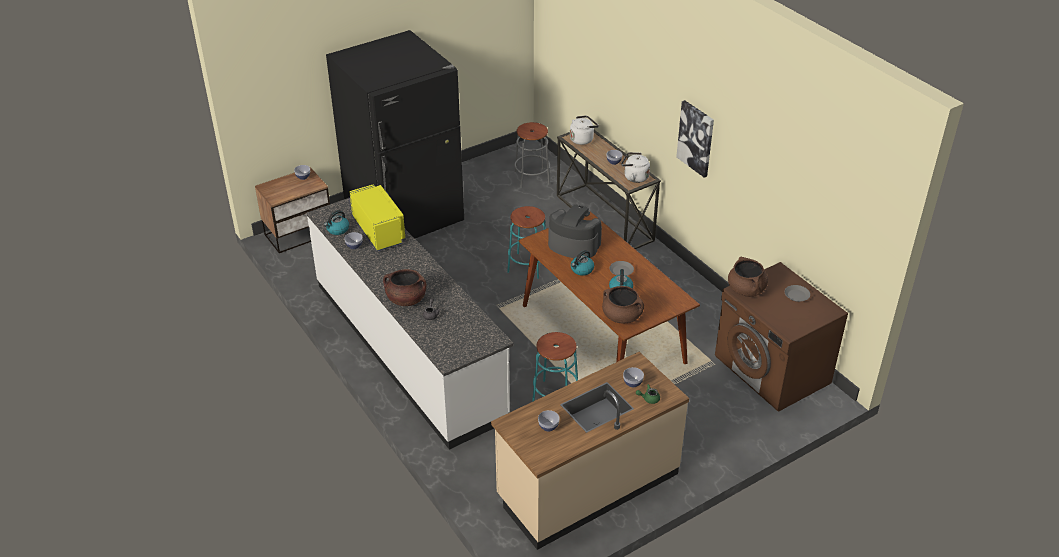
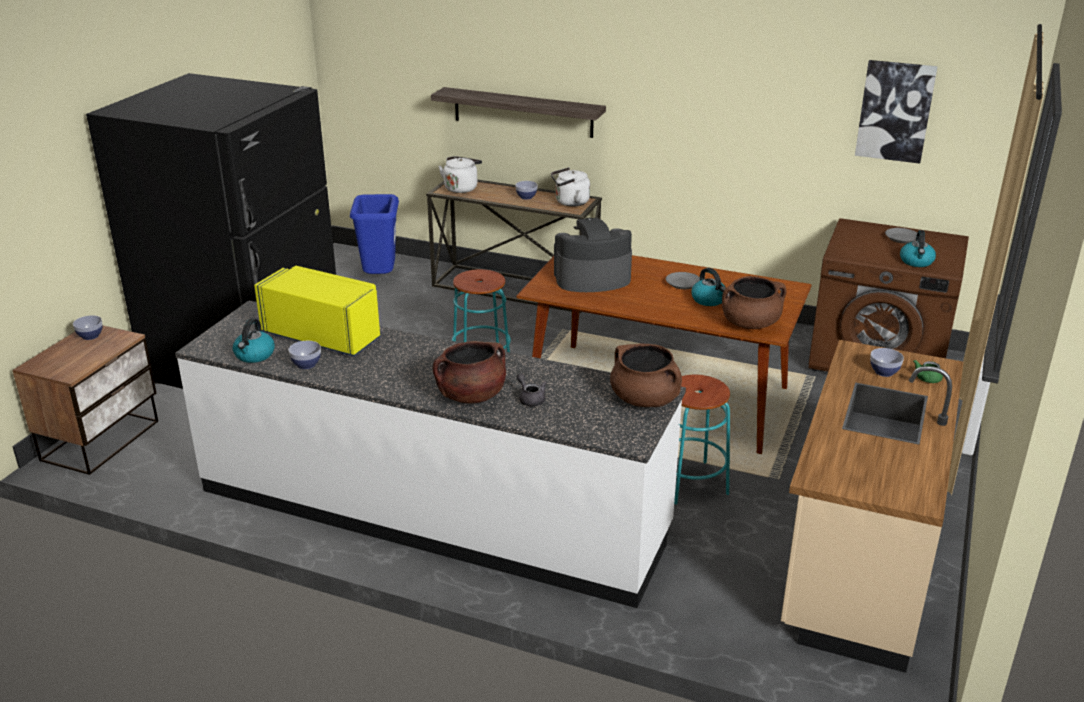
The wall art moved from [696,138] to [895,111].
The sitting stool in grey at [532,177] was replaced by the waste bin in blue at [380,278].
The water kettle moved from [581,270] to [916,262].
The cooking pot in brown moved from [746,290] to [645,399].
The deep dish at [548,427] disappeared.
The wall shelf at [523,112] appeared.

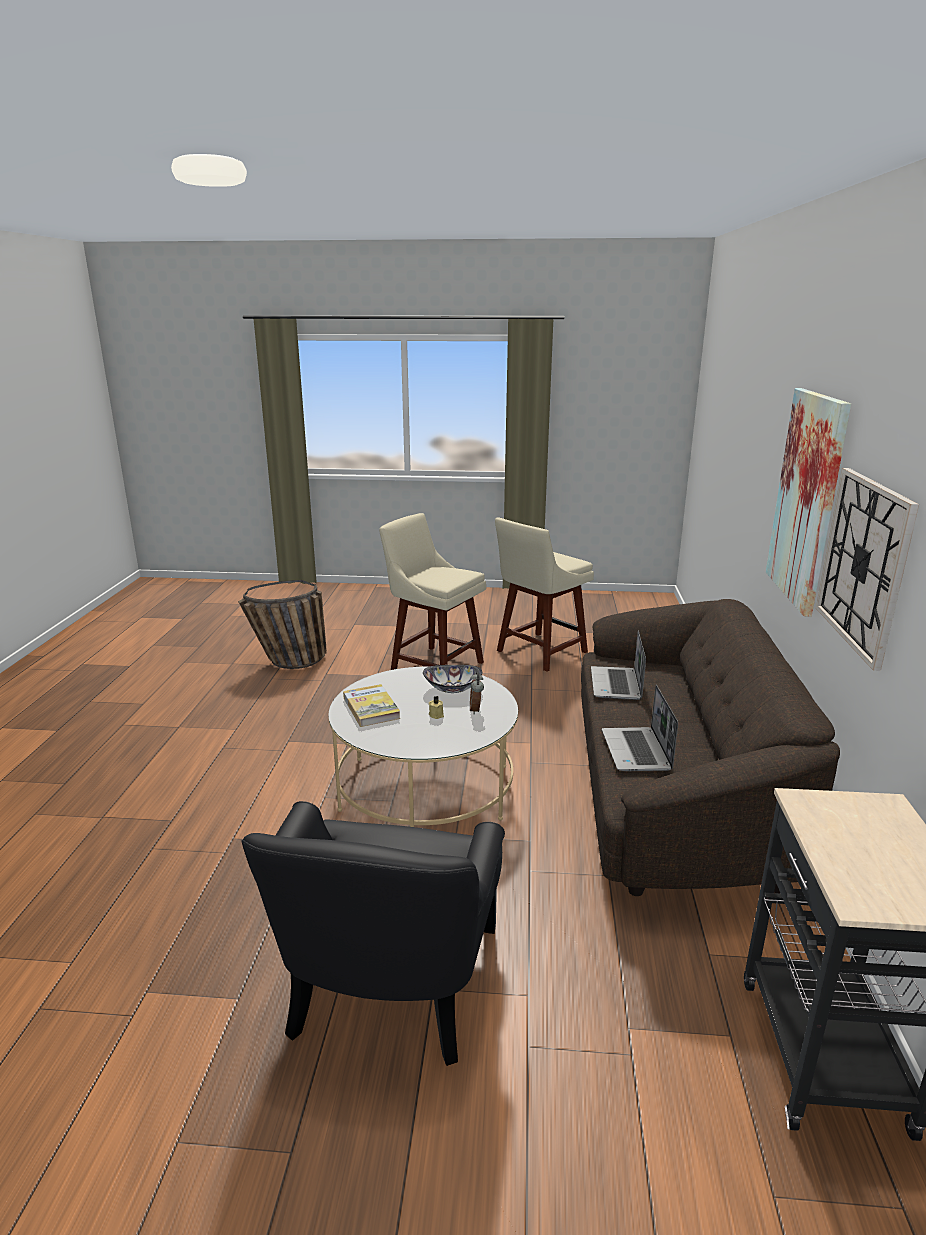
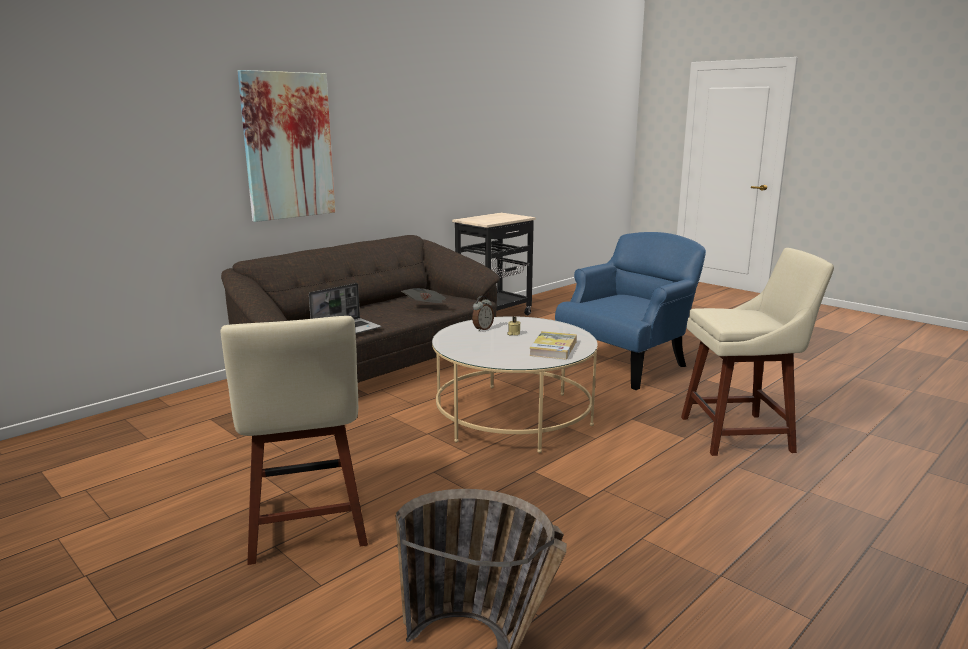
The wall clock at [864,563] disappeared.
The sitting stool in sand-coloured moved from [538,652] to [741,434].
The deep dish at [452,688] disappeared.
The laptop at [637,751] was replaced by the printed paper at [426,308].
The armchair in black at [390,981] became the armchair in blue at [627,364].

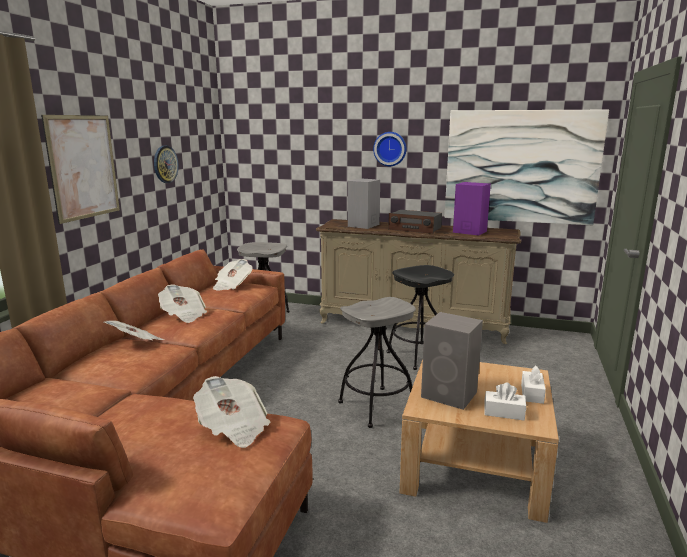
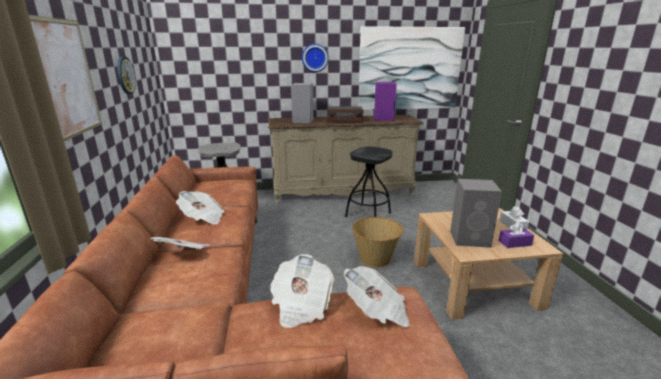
The printed paper moved from [232,285] to [301,305].
The sitting stool in grey at [376,406] was replaced by the storage basket at [375,259].
The tissue box in white-coloured at [504,412] became the tissue box in purple at [514,243].

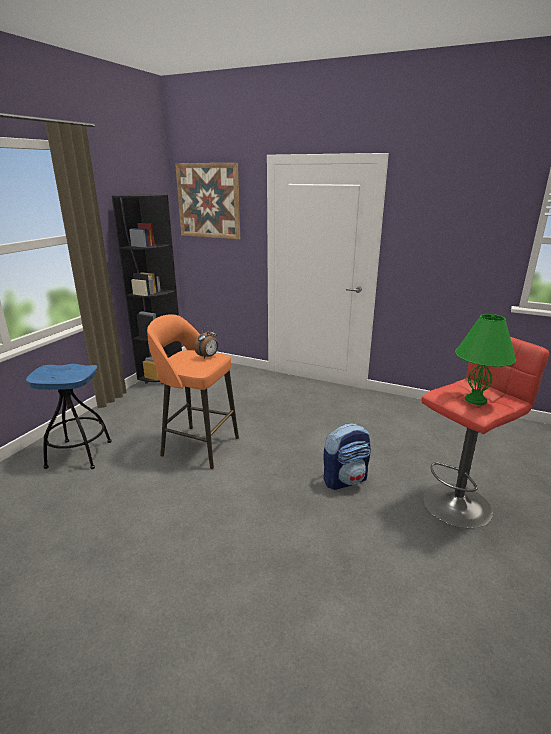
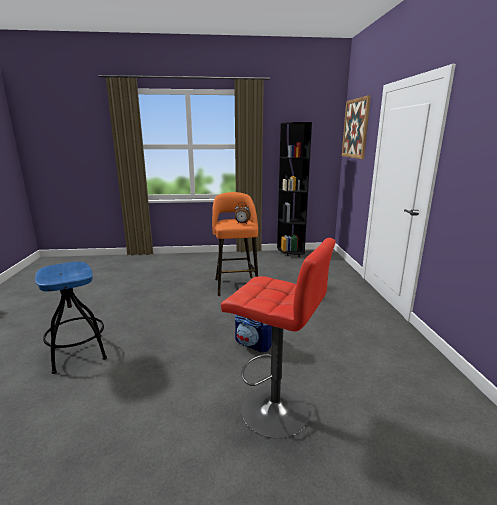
The table lamp in greenish at [476,400] disappeared.
The sitting stool in blue moved from [79,454] to [78,353].

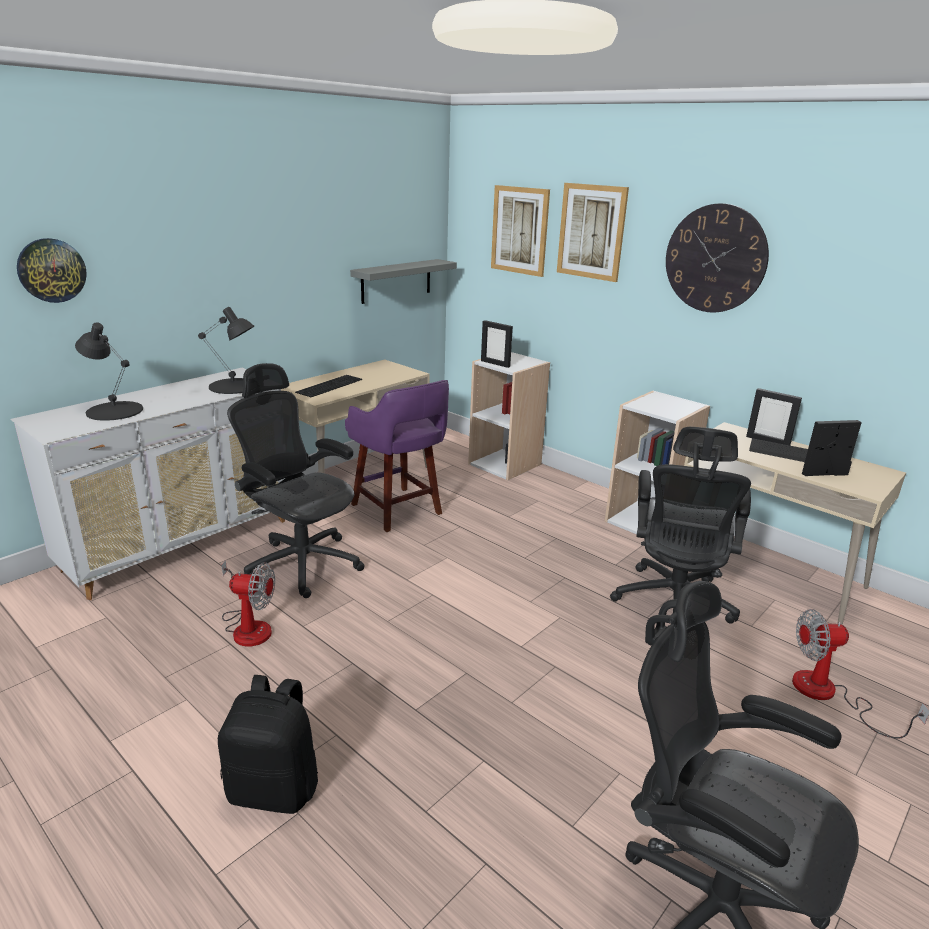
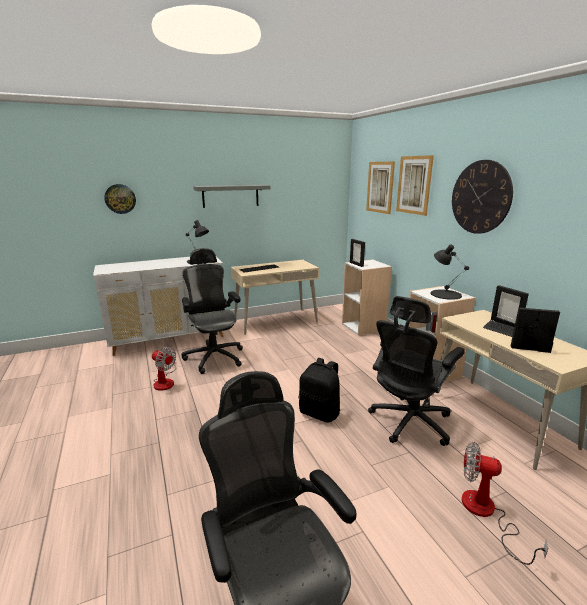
The wall shelf in grey moved from [396,281] to [230,196].
The table lamp in black moved from [114,410] to [445,294].
The sitting stool in purple at [398,511] disappeared.
The rucksack in black moved from [275,789] to [320,413].

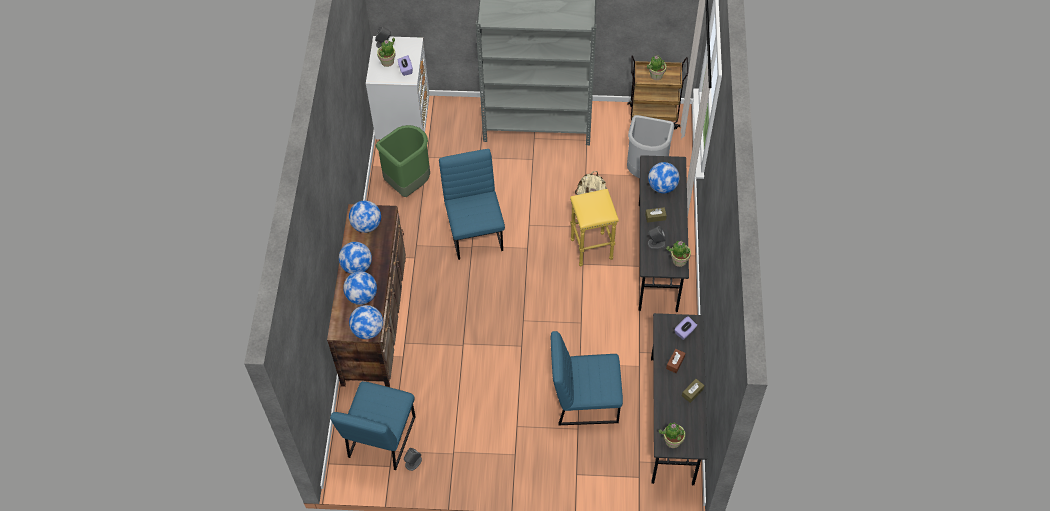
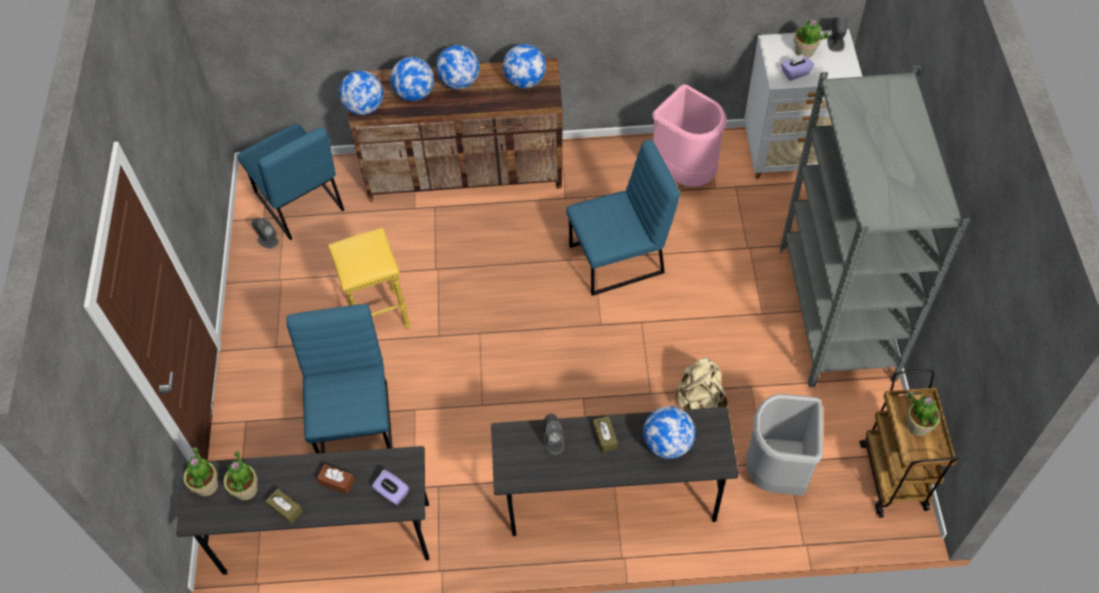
The waste bin in greenish at [408,184] became the waste bin in pink-coloured at [684,173].
The sitting stool in yellow-coloured moved from [590,248] to [380,315].
The potted plant moved from [679,260] to [246,489].
The chair in blue at [380,438] turned 135 degrees counterclockwise.

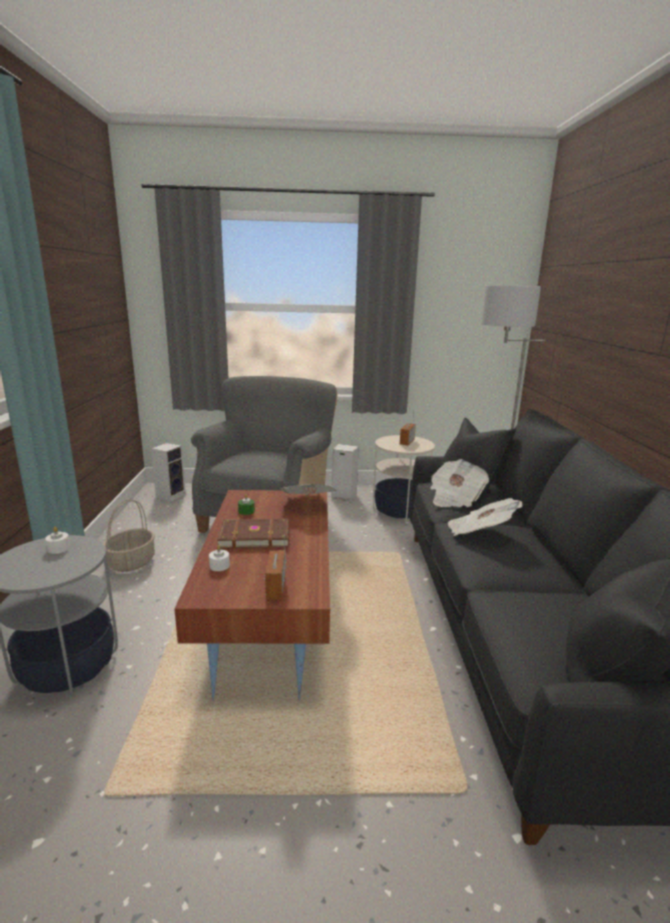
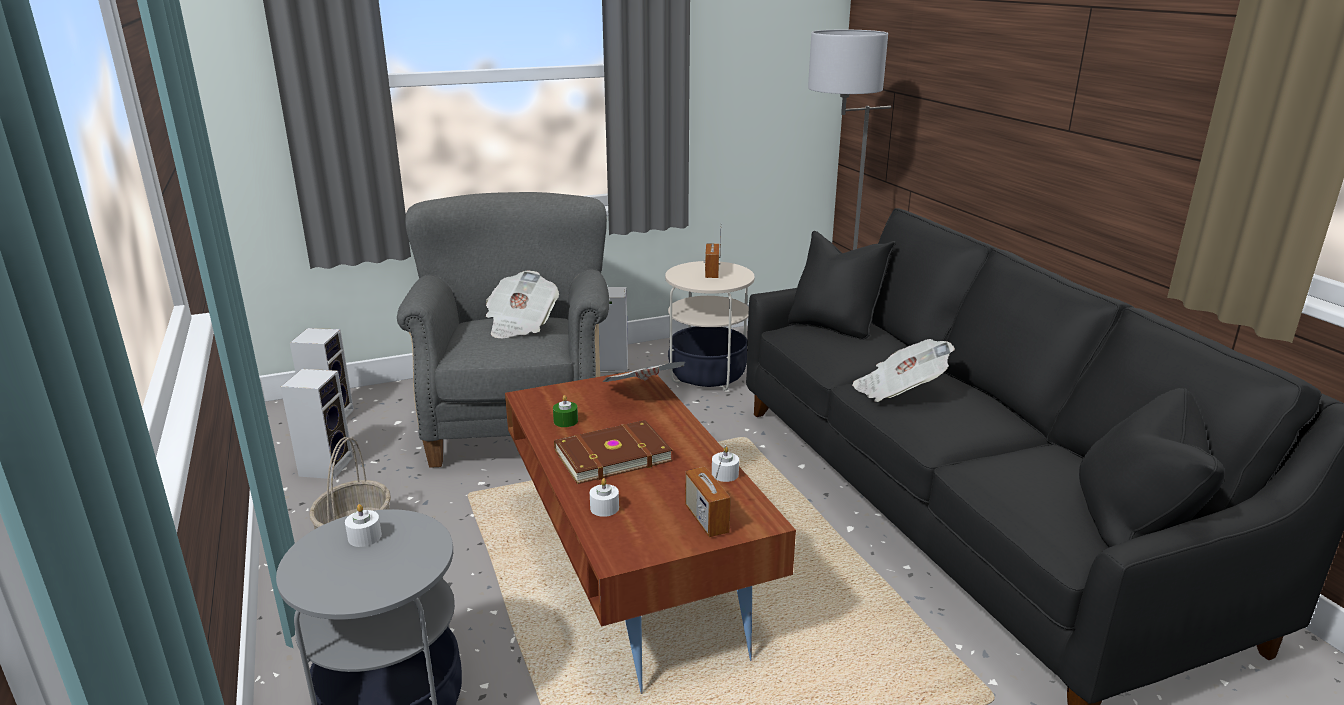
The printed paper moved from [455,498] to [520,324].
The audio speaker at [326,465] appeared.
The wax light in white-coloured at [725,474] appeared.

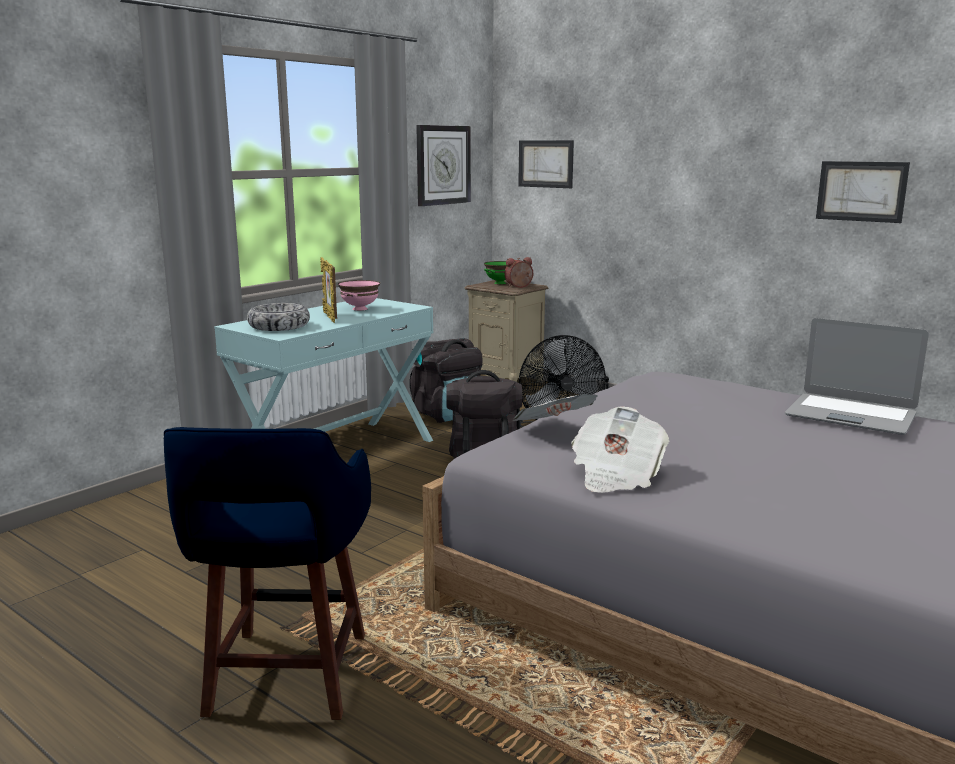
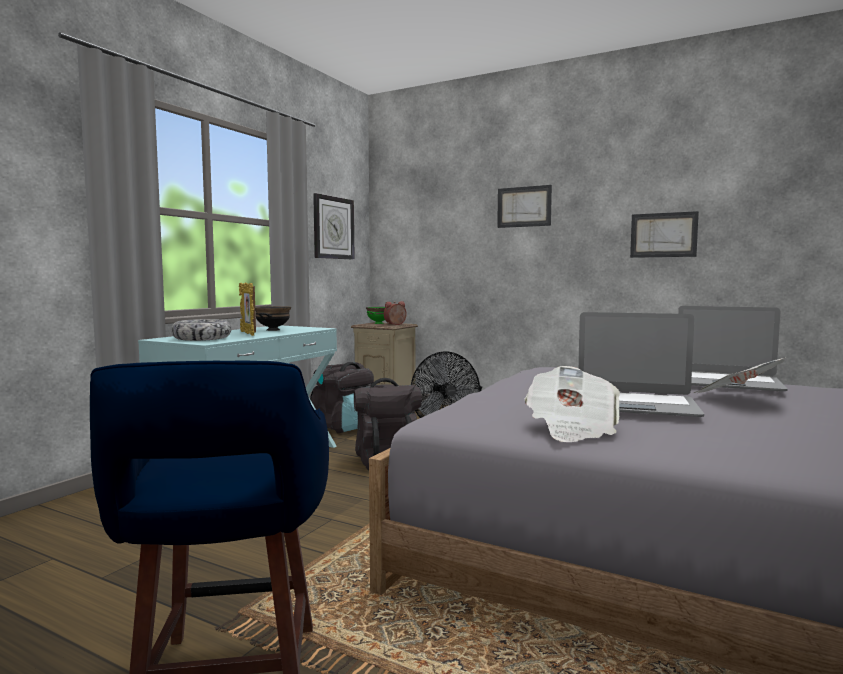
The wall art moved from [546,164] to [524,207].
The deep dish in pink-coloured at [359,309] became the deep dish in black at [272,330].
The printed paper moved from [553,430] to [736,399].
The laptop at [634,406] appeared.

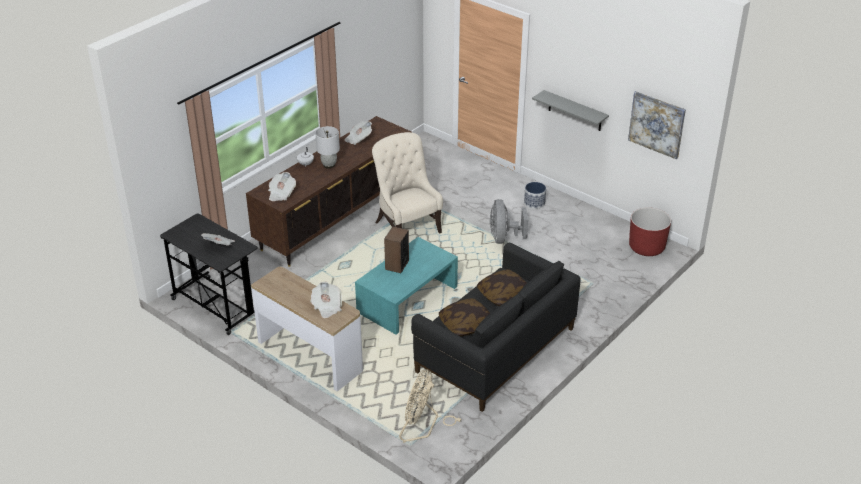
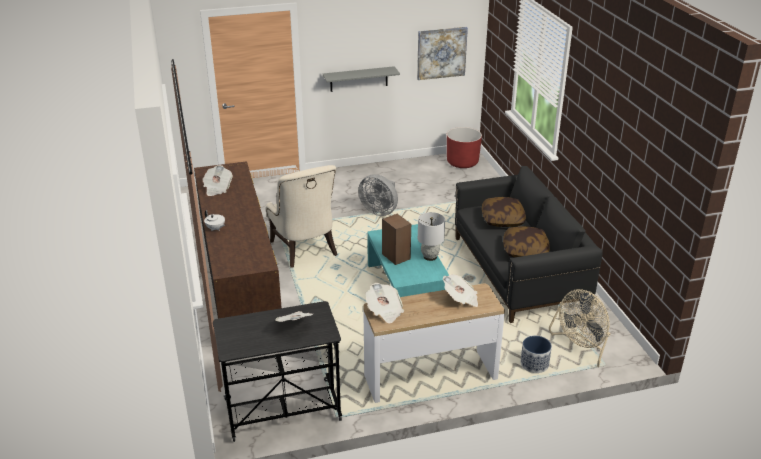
The table lamp in white-coloured moved from [329,165] to [430,257].
The armchair in sand-coloured at [406,227] turned 120 degrees counterclockwise.
The printed paper moved from [281,194] to [384,311].
The plant pot moved from [534,203] to [534,364].

